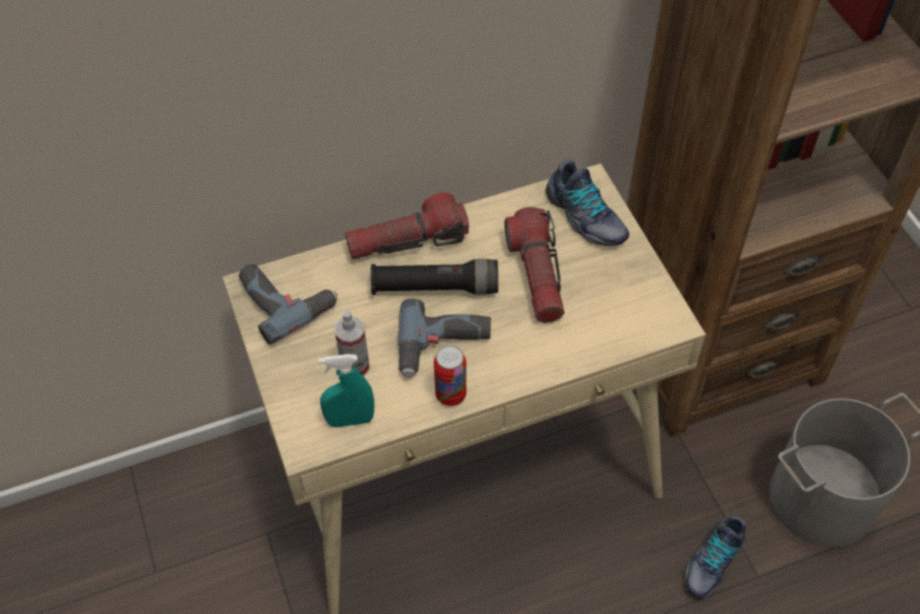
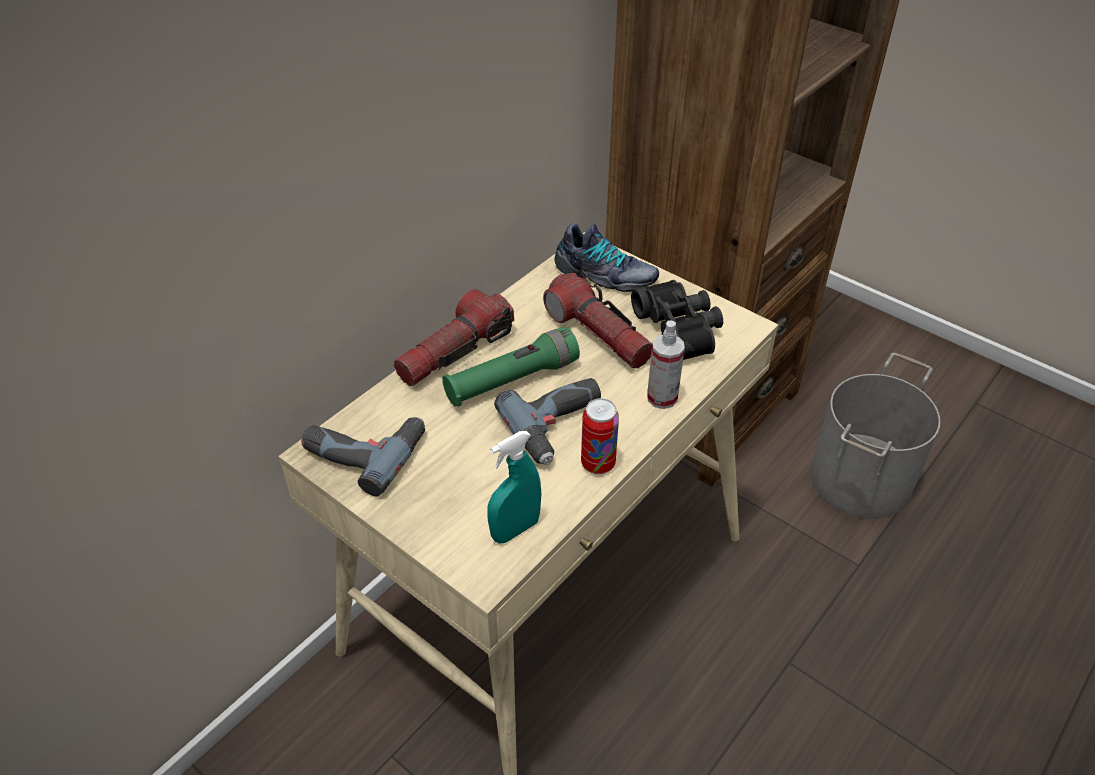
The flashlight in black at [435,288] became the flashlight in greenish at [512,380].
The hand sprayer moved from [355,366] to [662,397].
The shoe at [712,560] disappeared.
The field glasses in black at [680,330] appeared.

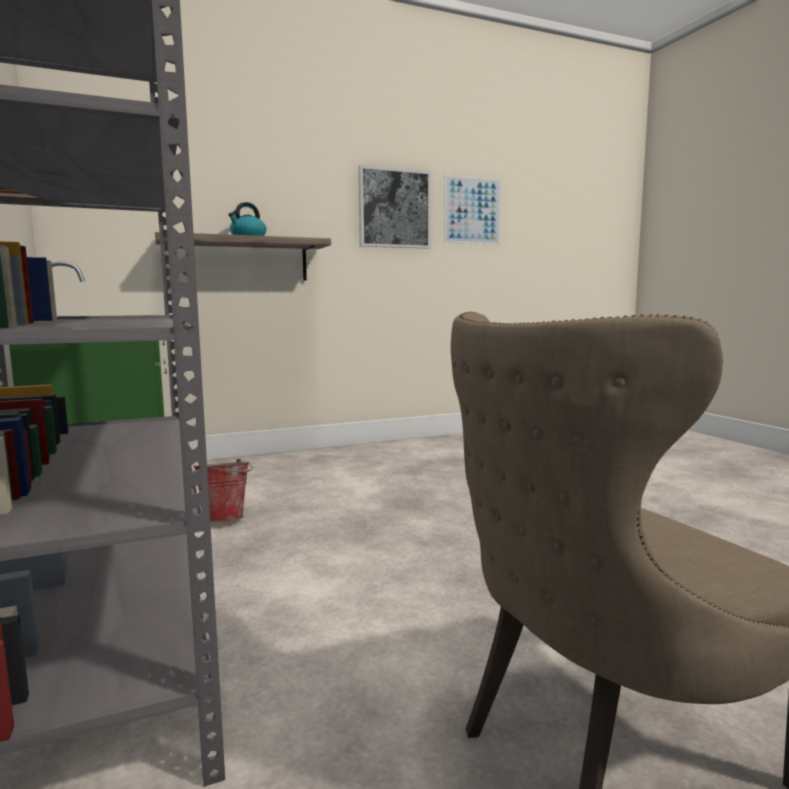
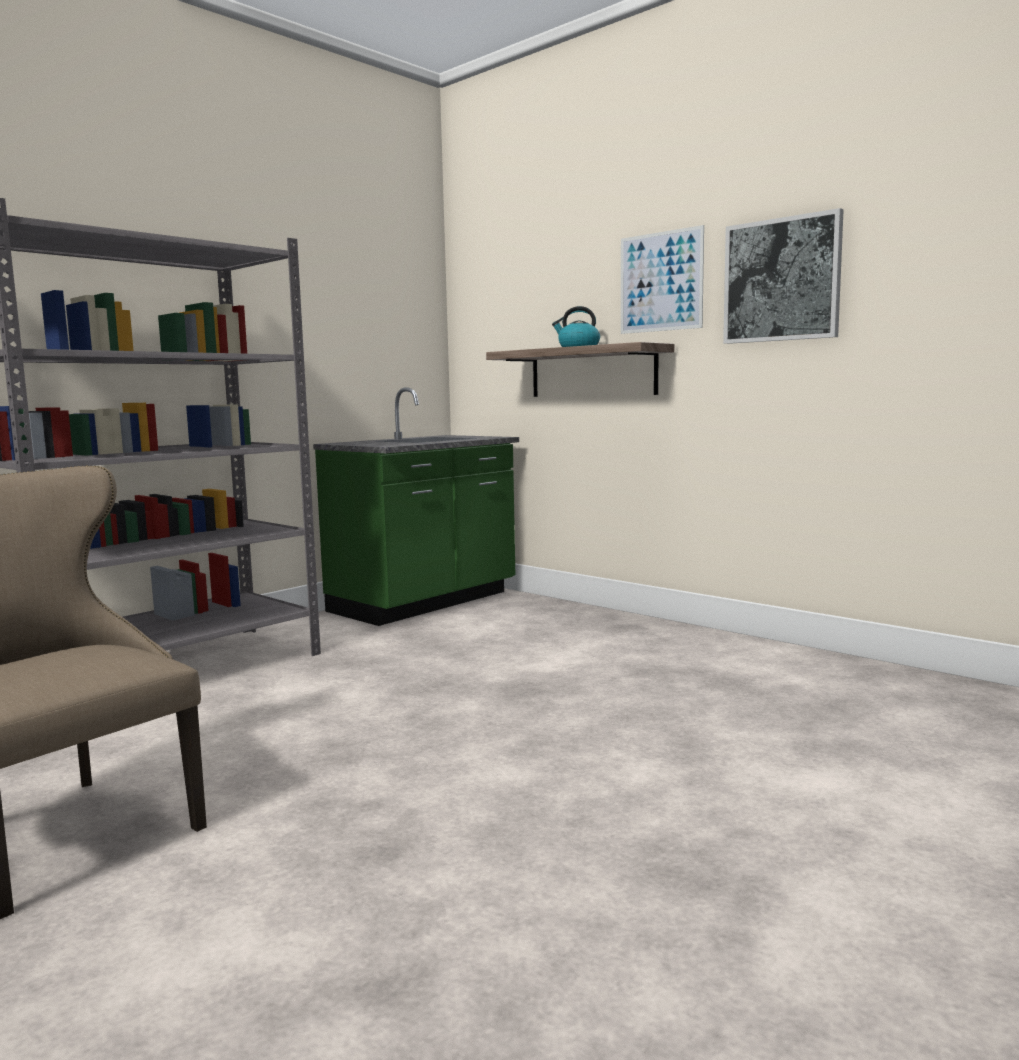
The wall art moved from [472,210] to [660,282].
The water bucket at [226,518] disappeared.

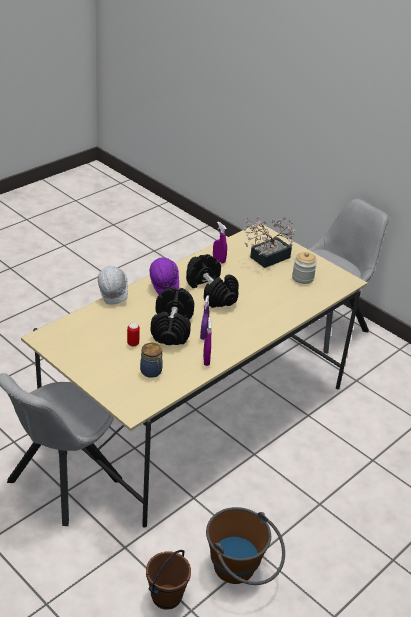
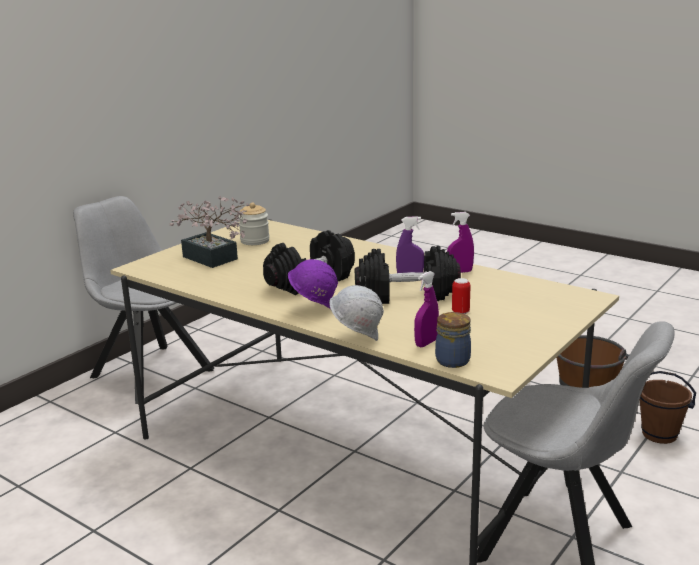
The hand sprayer in purple moved from [219,260] to [426,343].
The jar moved from [151,372] to [453,360].

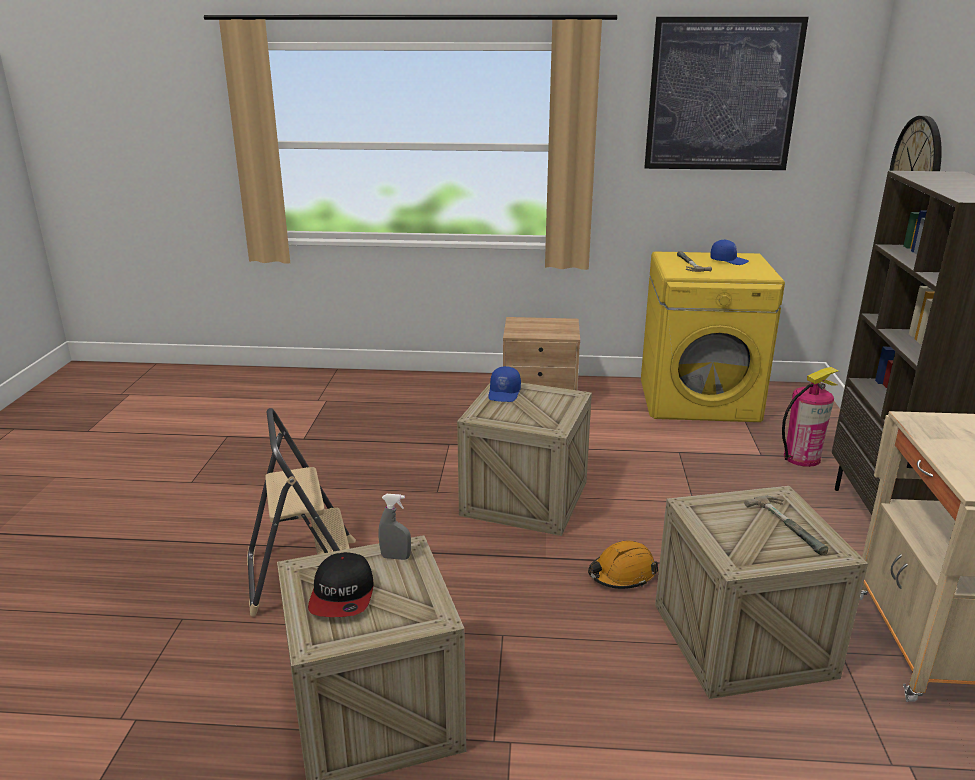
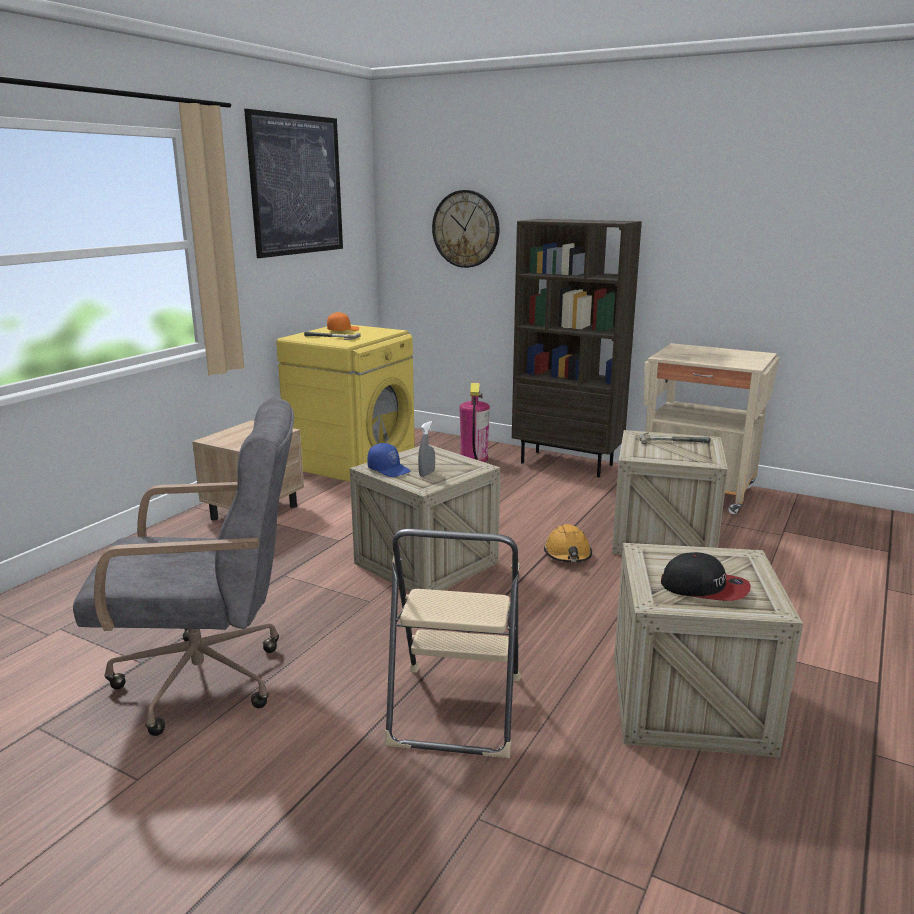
The peaked cap in blue at [728,261] became the peaked cap in orangey at [343,330].
The hand sprayer in grey moved from [395,557] to [427,474].
The office chair in grey at [211,681] appeared.

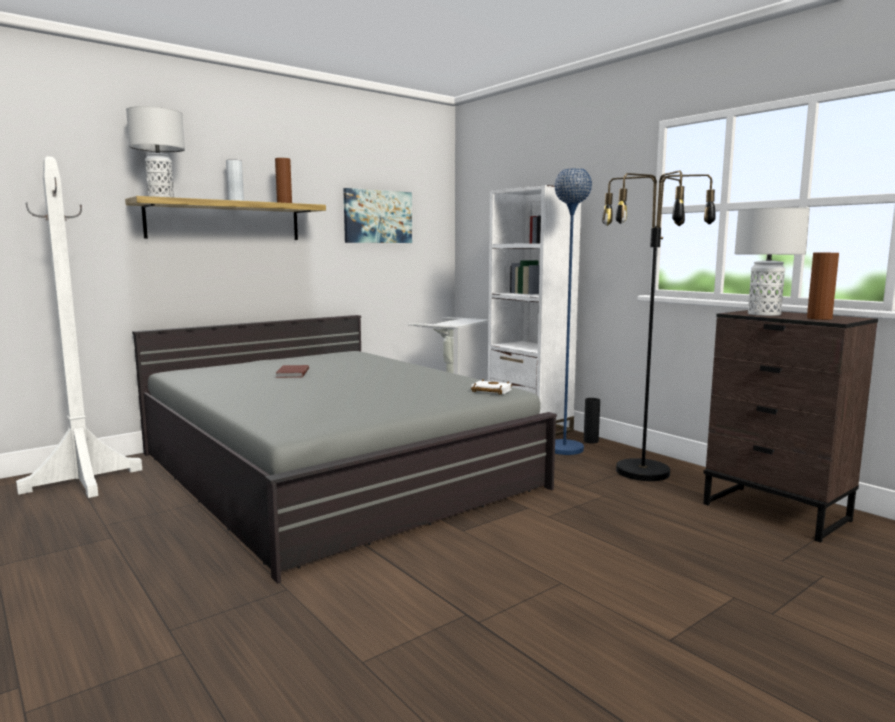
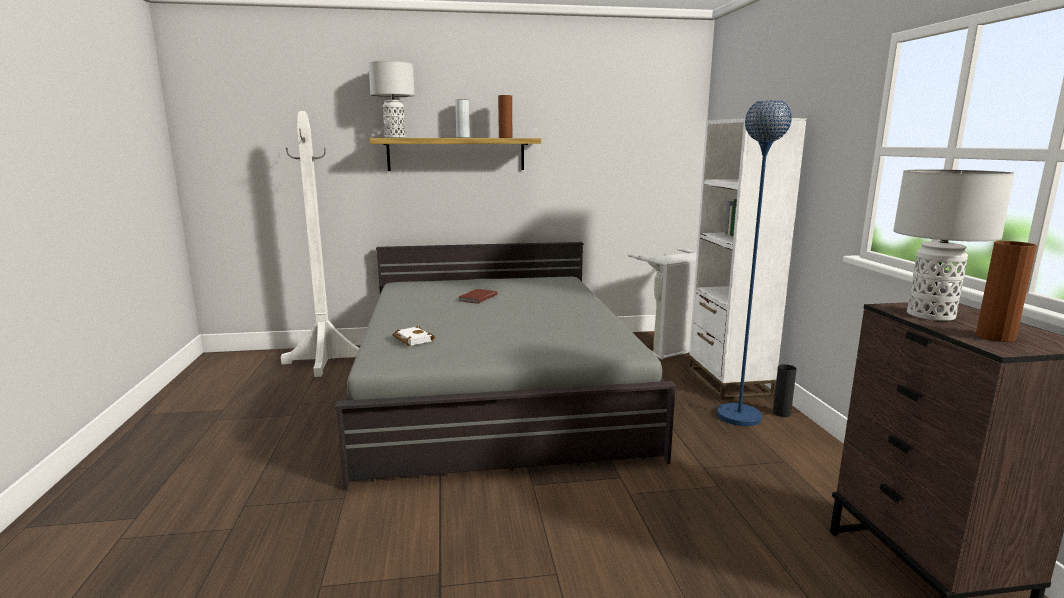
The standing lamp at [642,472] disappeared.
The wall art at [377,216] disappeared.
The volume in white-coloured moved from [490,391] to [411,339].

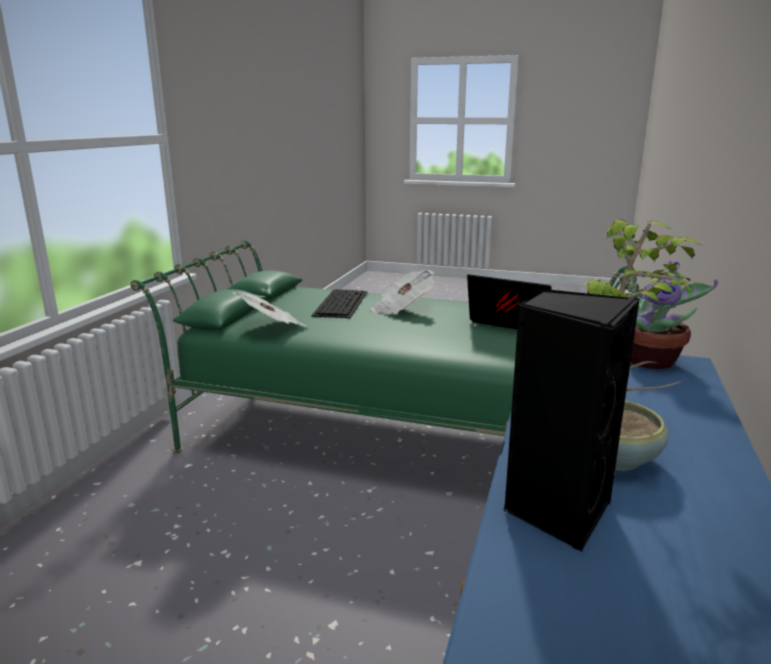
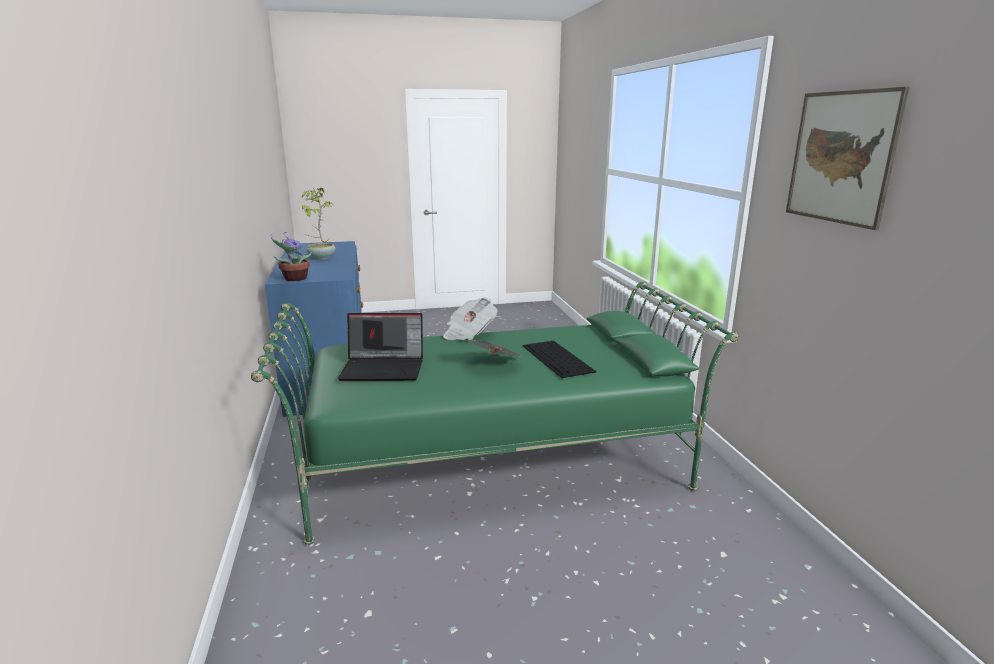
The audio speaker in black at [556,511] disappeared.
The printed paper moved from [272,327] to [469,333].
The wall art at [841,157] appeared.

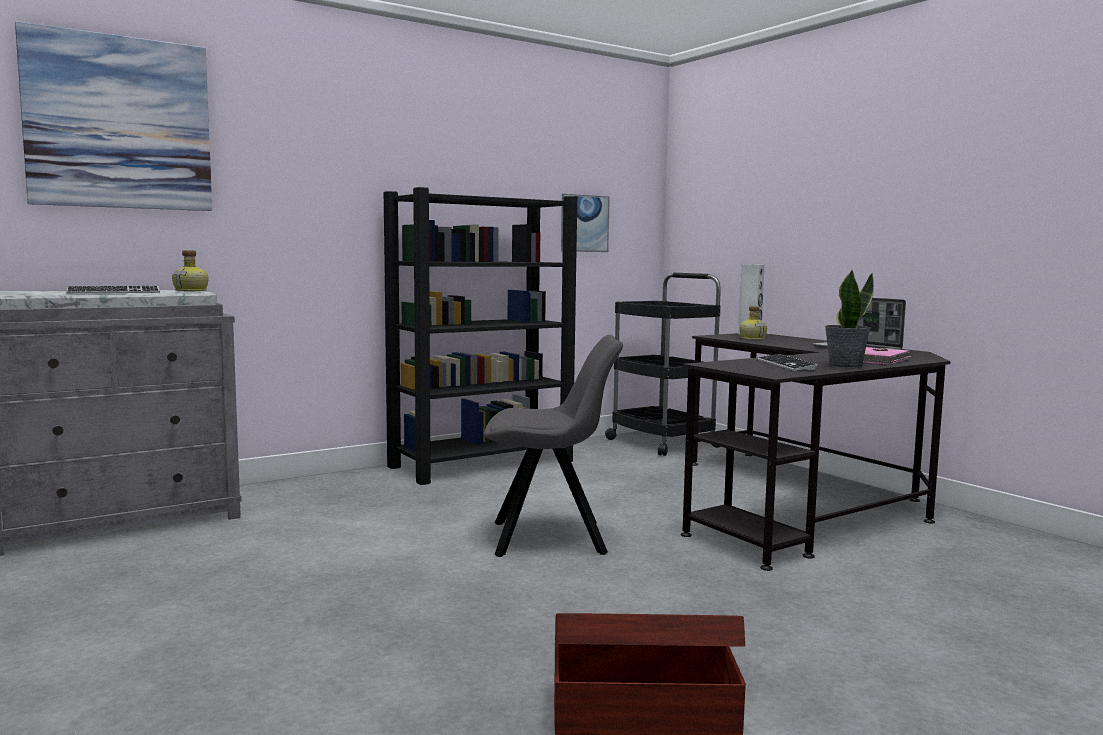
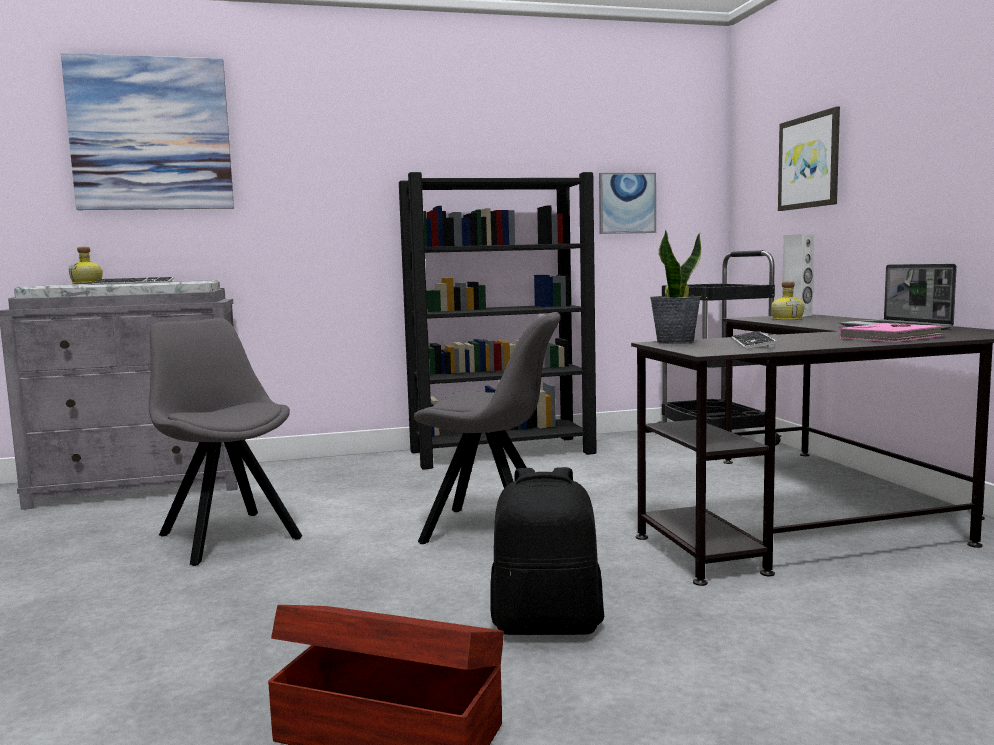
The drink bottle moved from [192,291] to [88,283].
The potted plant moved from [845,366] to [674,342].
The wall art at [809,162] appeared.
The chair in grey at [228,536] appeared.
The rucksack in black at [547,624] appeared.

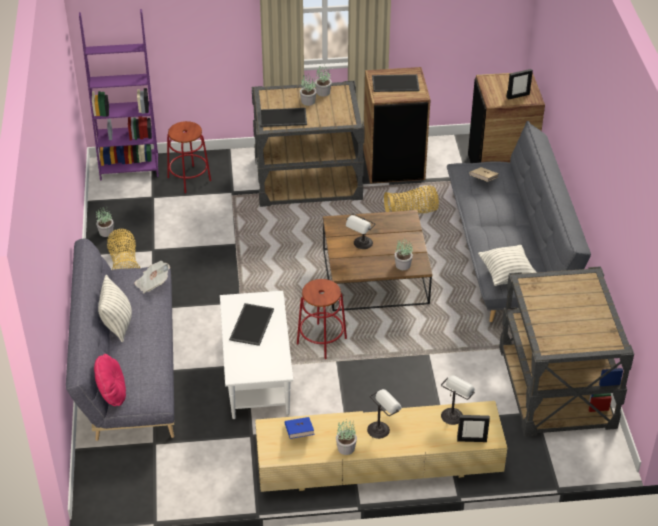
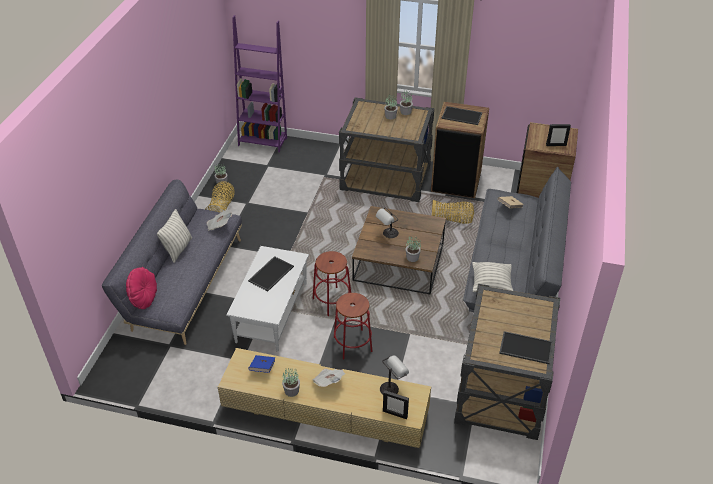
The tray moved from [282,118] to [525,348].
The sitting stool in red-coloured moved from [189,179] to [352,344].
The table lamp at [382,427] was replaced by the printed paper at [328,382].

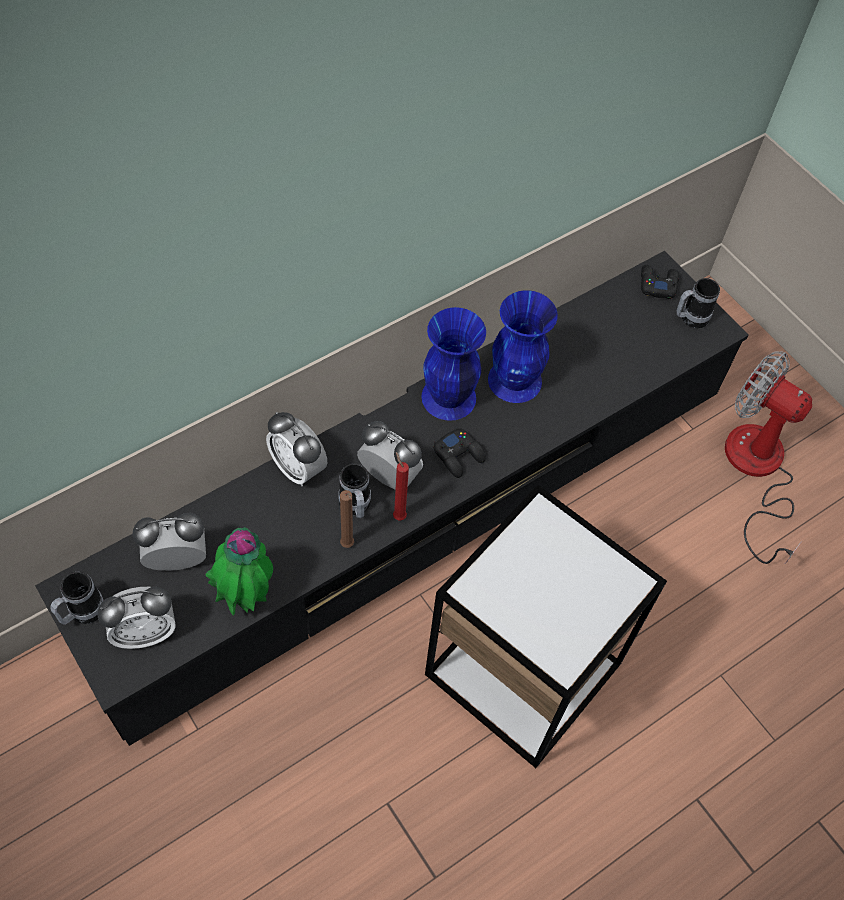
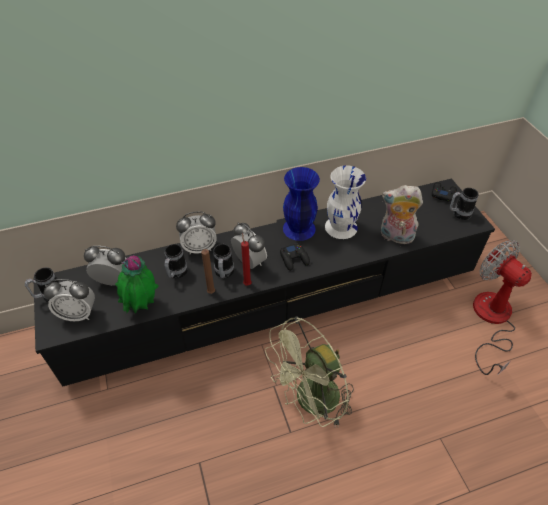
The vase in blue at [515,381] became the vase in white-coloured at [341,227].
The bedside clock at [298,468] turned 75 degrees counterclockwise.
The end table at [524,669] was replaced by the fan in greenish at [310,402].
The plush toy at [395,237] appeared.
The mug at [176,274] appeared.

